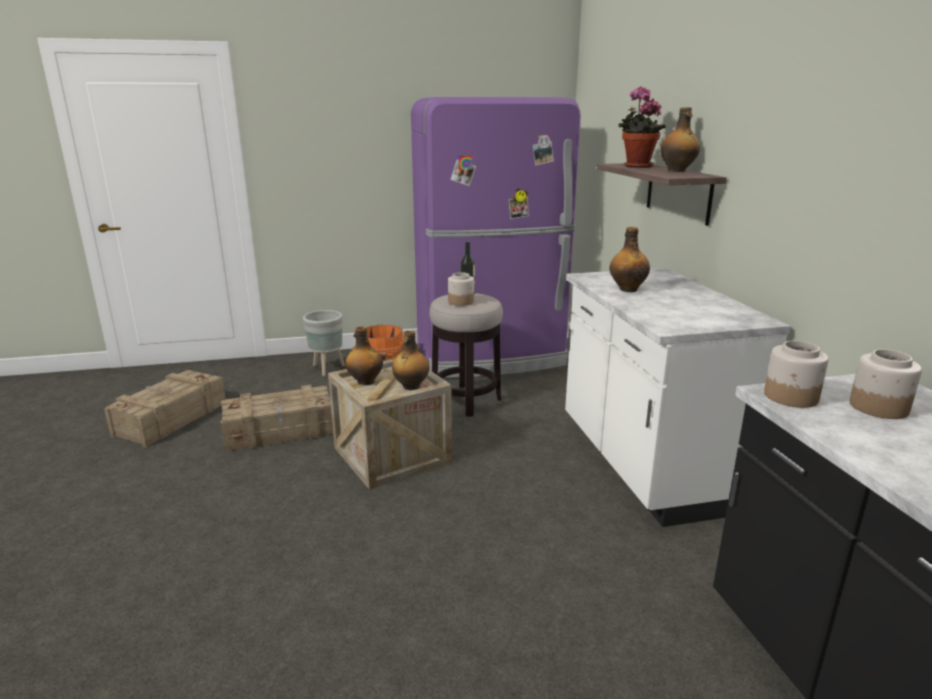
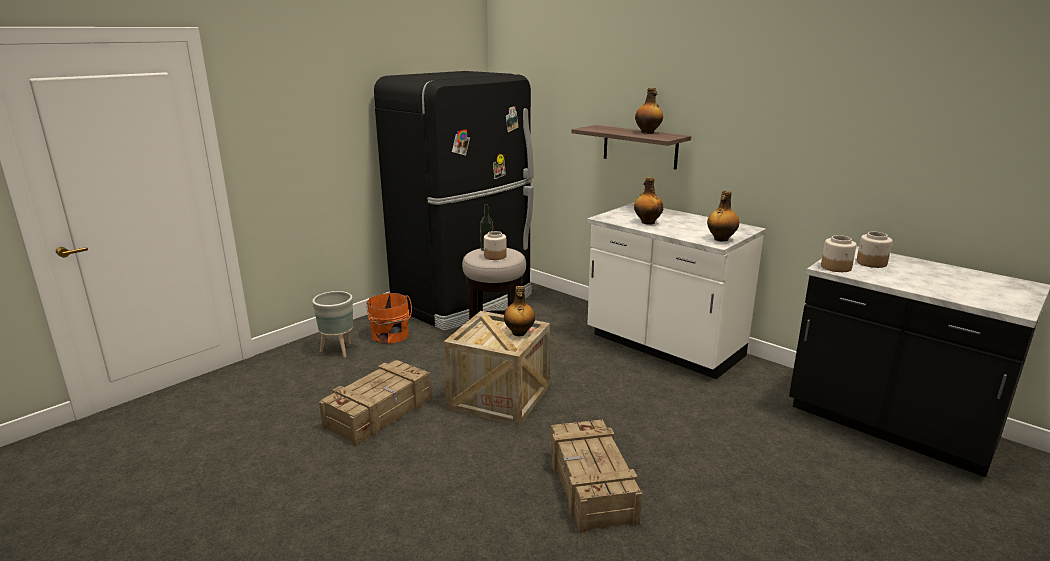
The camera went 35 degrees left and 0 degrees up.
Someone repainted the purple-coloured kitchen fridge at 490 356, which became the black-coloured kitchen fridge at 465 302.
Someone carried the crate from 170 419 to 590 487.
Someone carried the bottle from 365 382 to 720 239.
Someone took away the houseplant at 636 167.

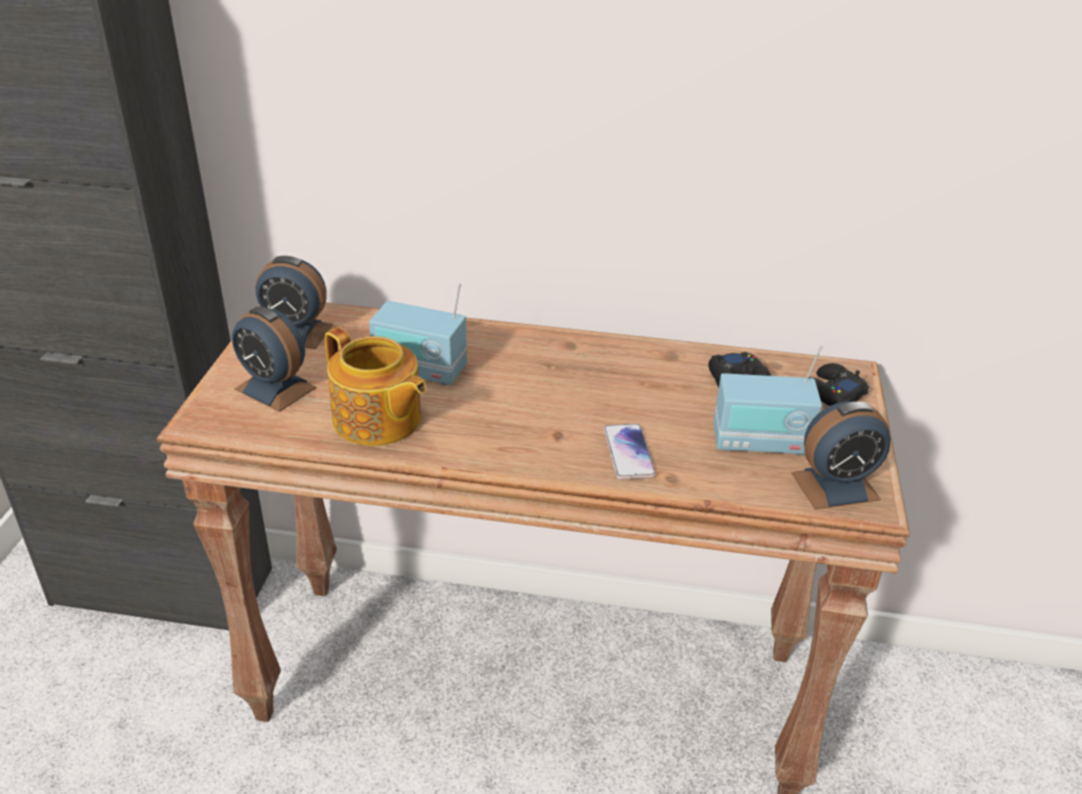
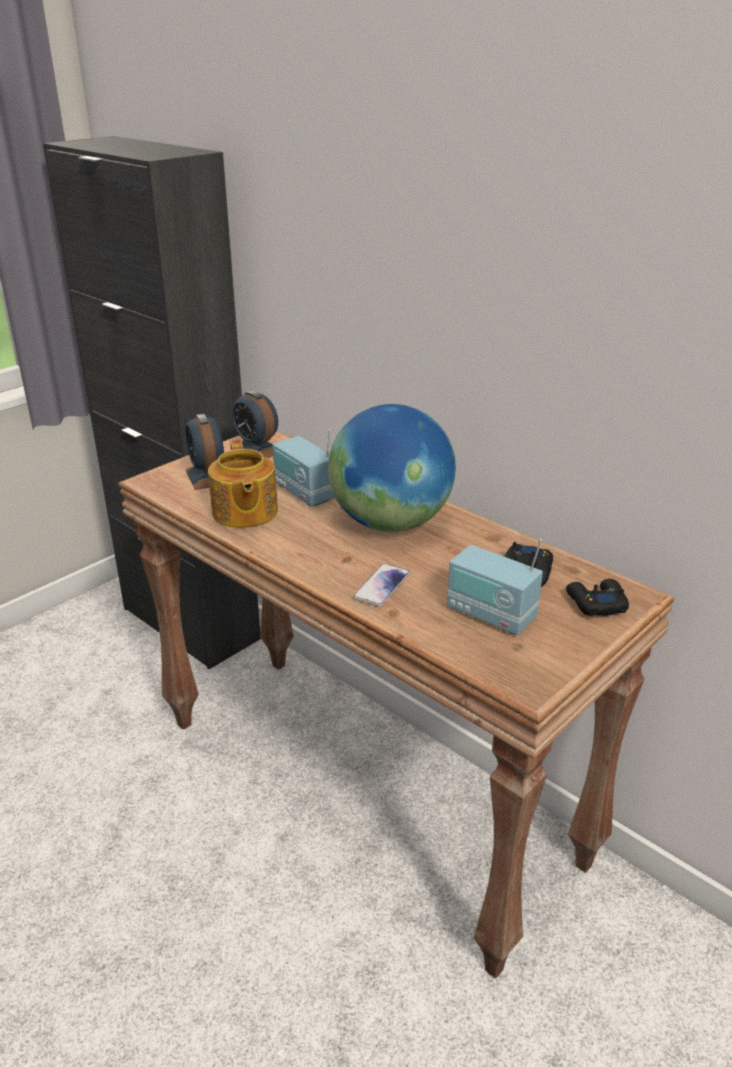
The camera went 35 degrees right and 5 degrees down.
Someone put down the world globe at 390 523.
Someone took away the table clock at 835 486.

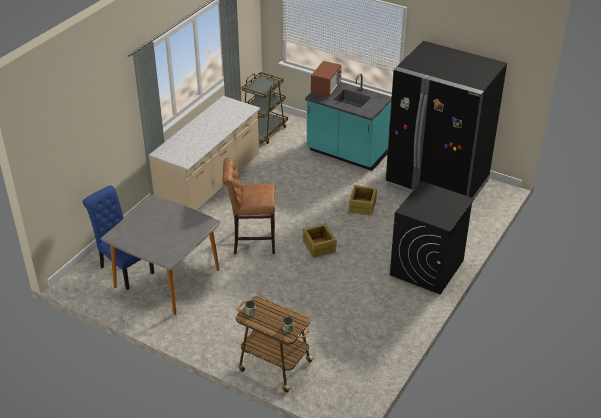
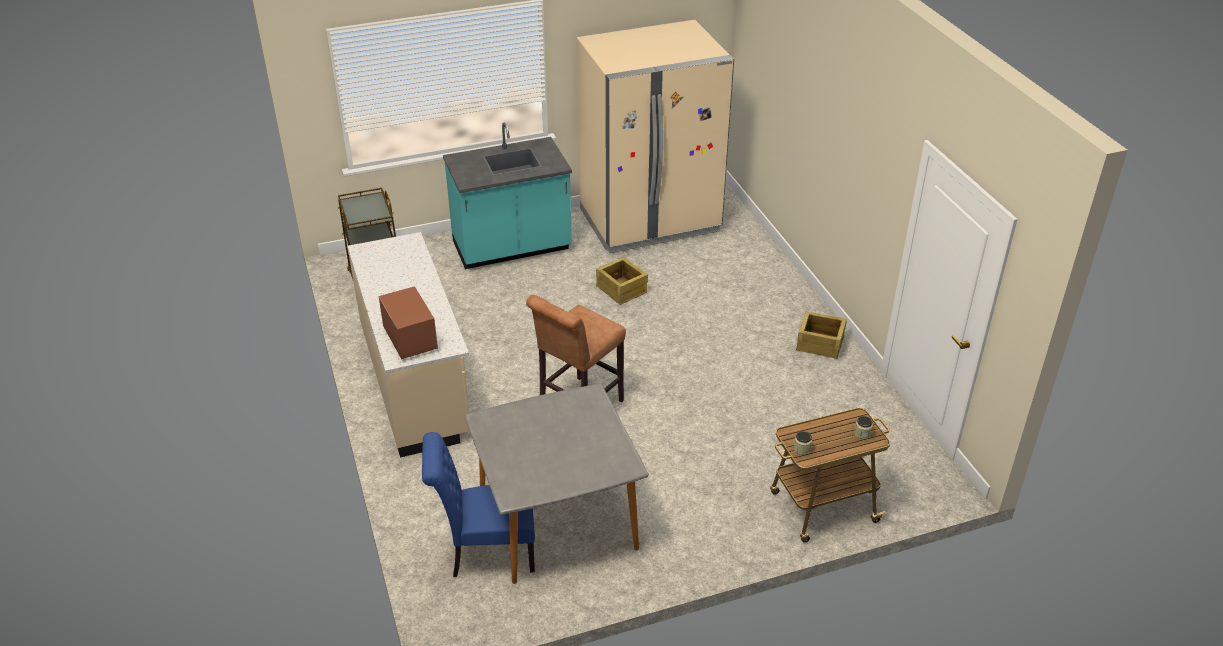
The camera went 50 degrees left and 0 degrees up.
Someone carried the kitchen microwave from 326 89 to 411 340.
Someone repainted the black-coloured kitchen fridge at 437 183, which became the beige-coloured kitchen fridge at 650 221.
Someone carried the crate from 319 247 to 820 344.
Someone took away the black-coloured laundry appliance at 427 268.

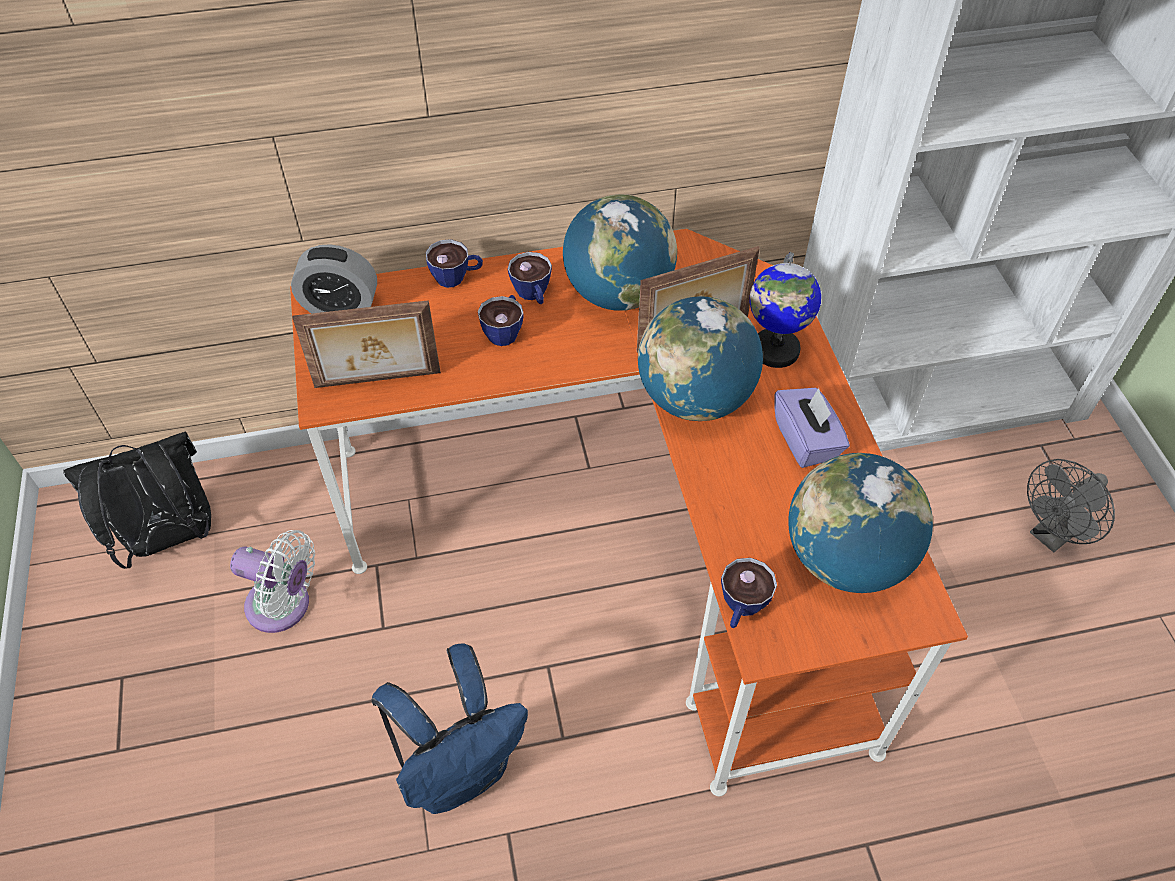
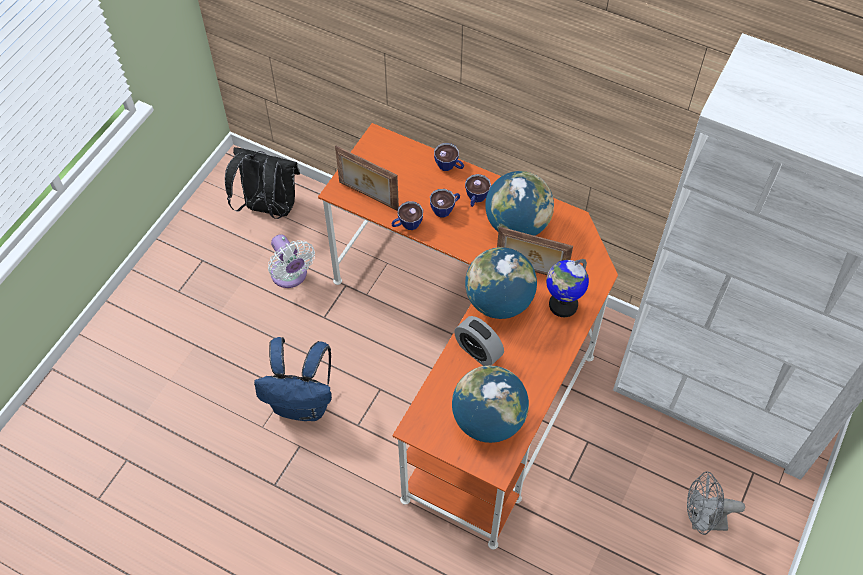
The camera went 40 degrees right and 5 degrees up.
Someone carried the small cup from 741 608 to 406 225.
Someone carried the table clock from 340 305 to 478 351.
Someone took away the purple-coloured box of tissues at 806 440.

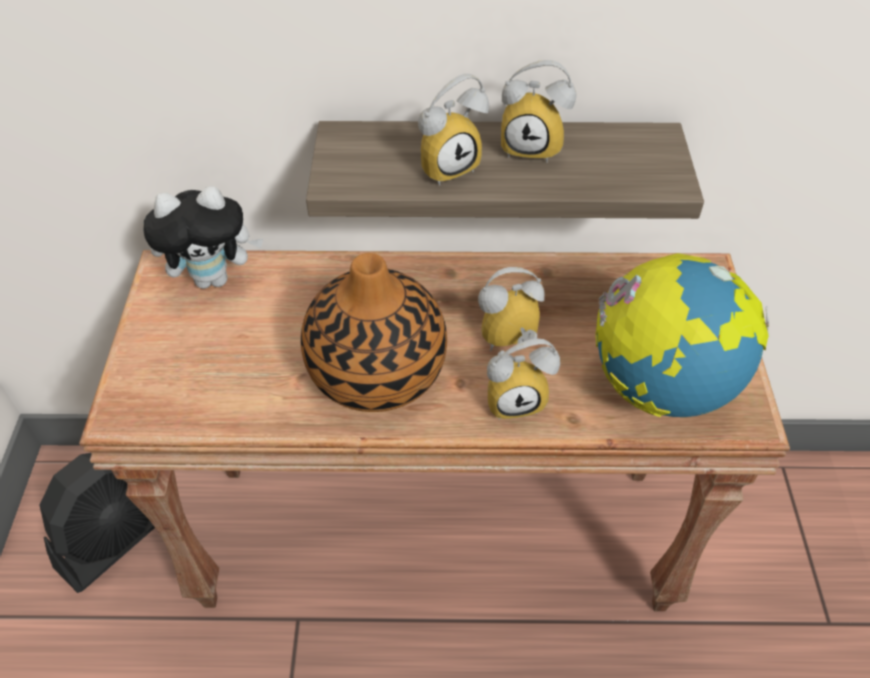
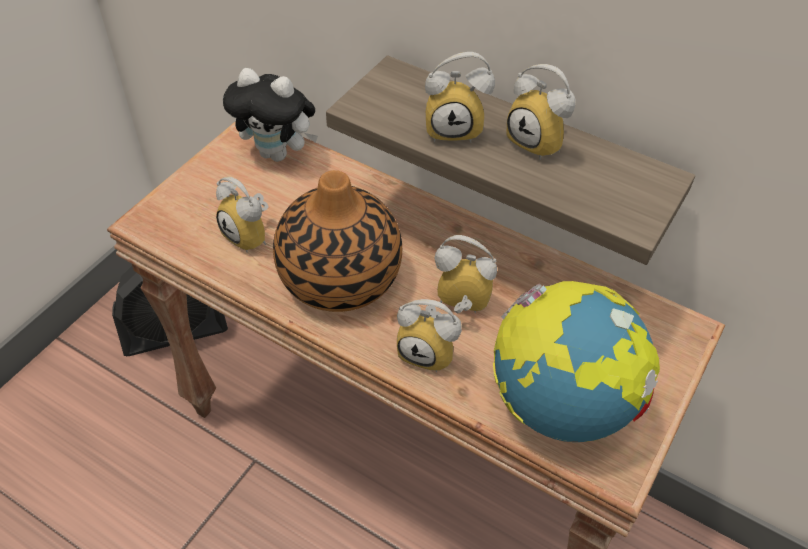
The camera went 30 degrees right and 0 degrees up.
Someone put down the table clock at 251 236.

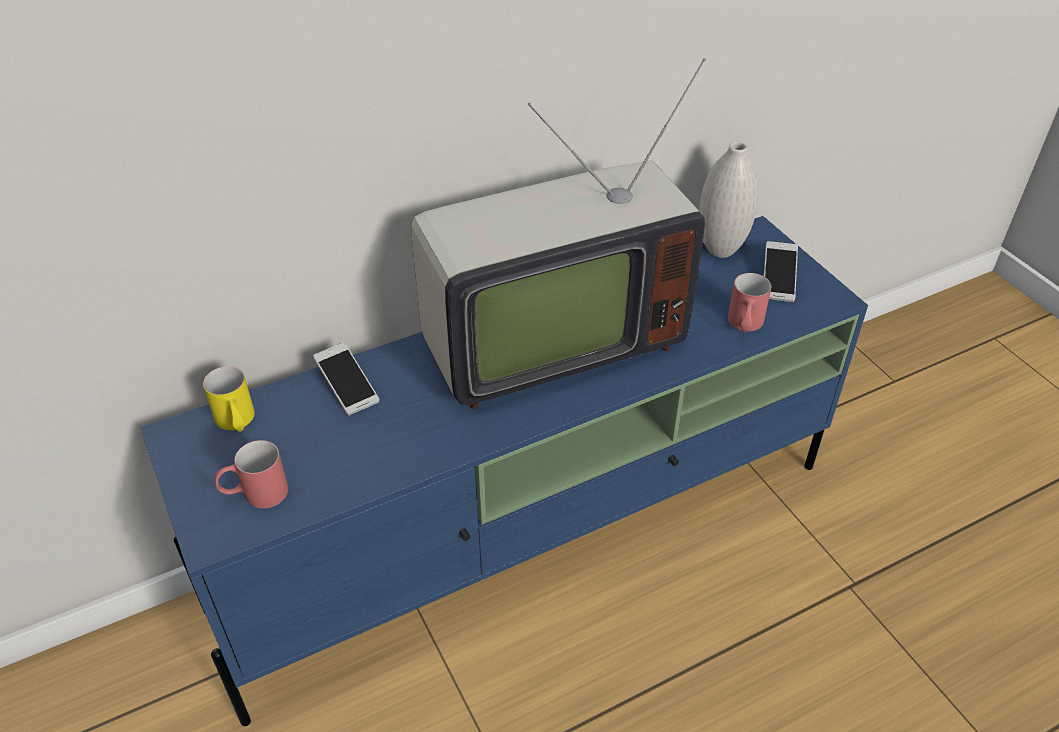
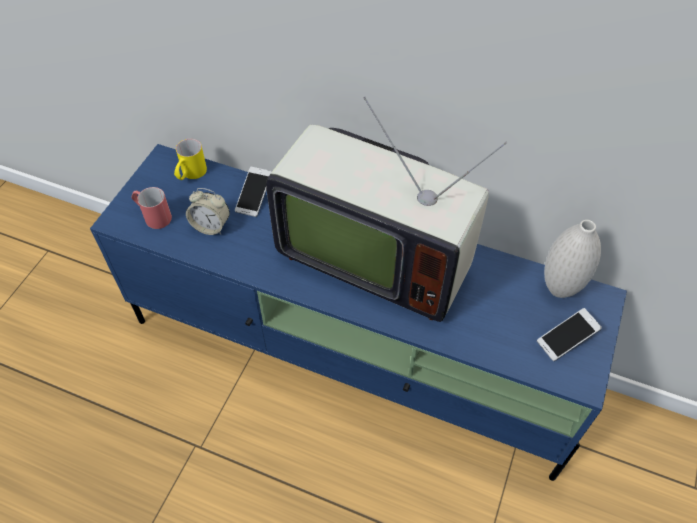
The camera went 50 degrees right and 10 degrees up.
Someone put down the table clock at 211 226.
Someone took away the red coffee mug at 744 326.

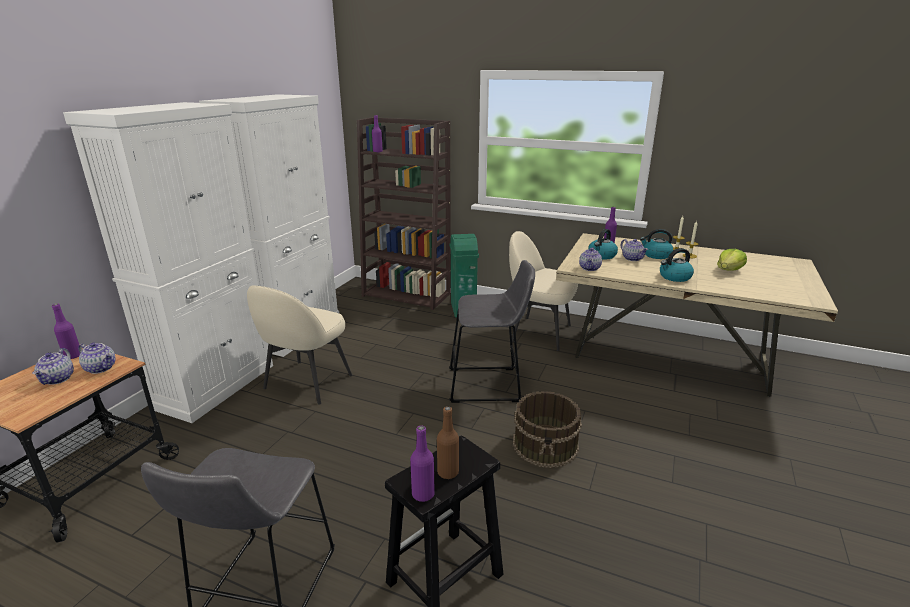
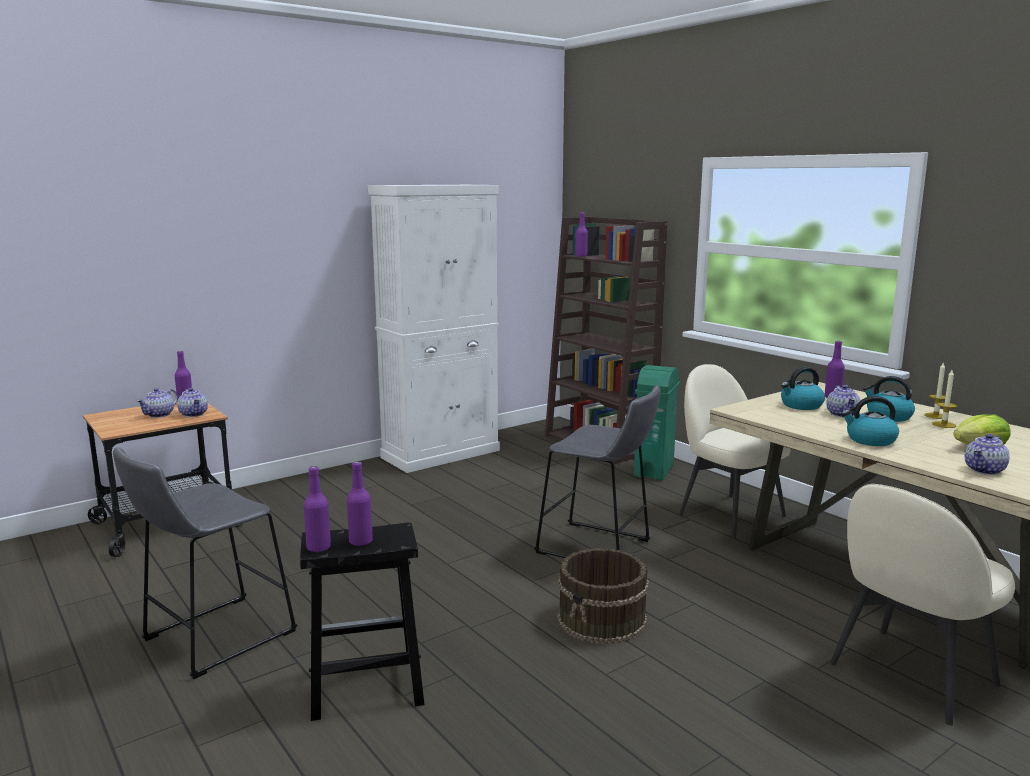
The camera went 30 degrees right and 10 degrees down.
Someone repainted the brown-coloured bottle at 448 472, which became the purple-coloured bottle at 360 541.
Someone carried the beige-coloured plain chair from 306 383 to 910 676.
Someone carried the pot for tea from 590 268 to 985 470.
Someone took away the whitish cabinet at 216 385.

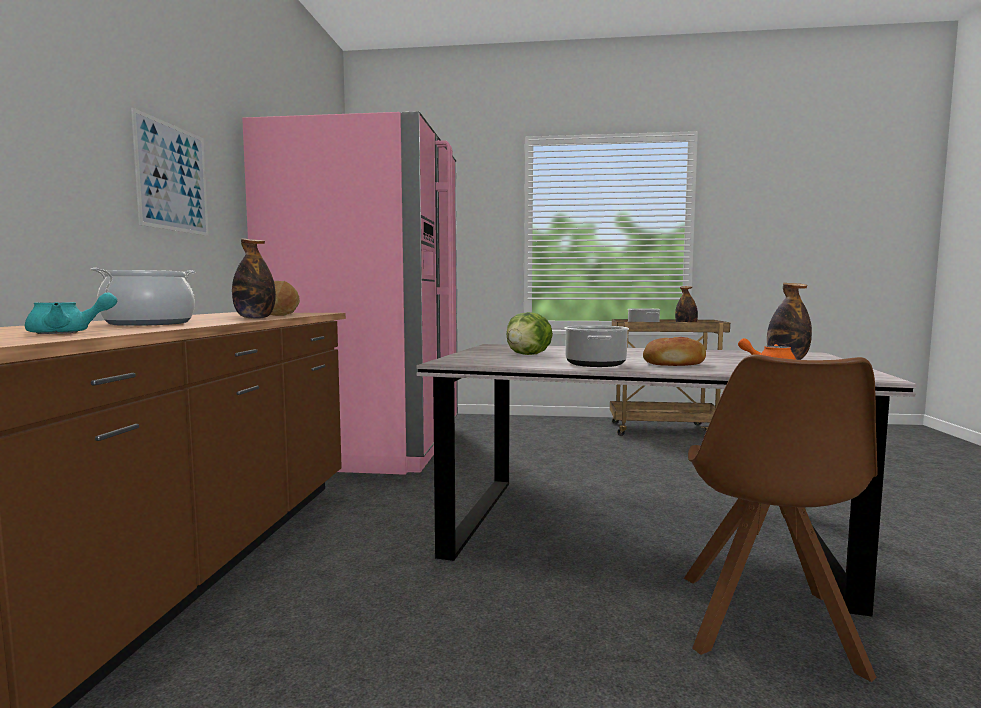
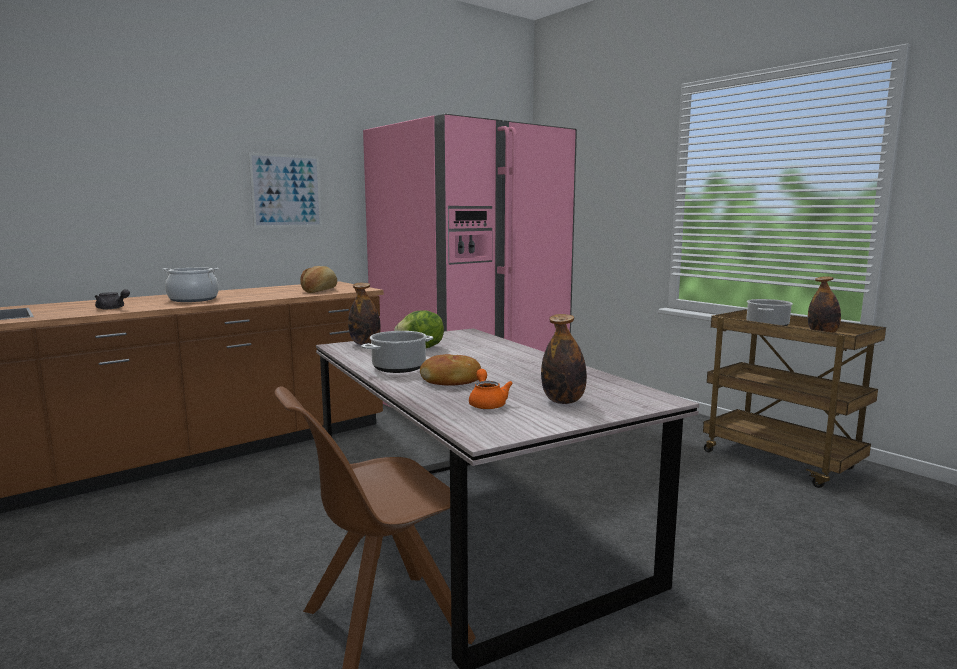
The camera went 45 degrees right and 5 degrees up.
Someone repainted the turquoise-coloured pot for tea at 68 333, which became the greyish pot for tea at 112 308.
Someone carried the bottle from 255 318 to 365 344.

